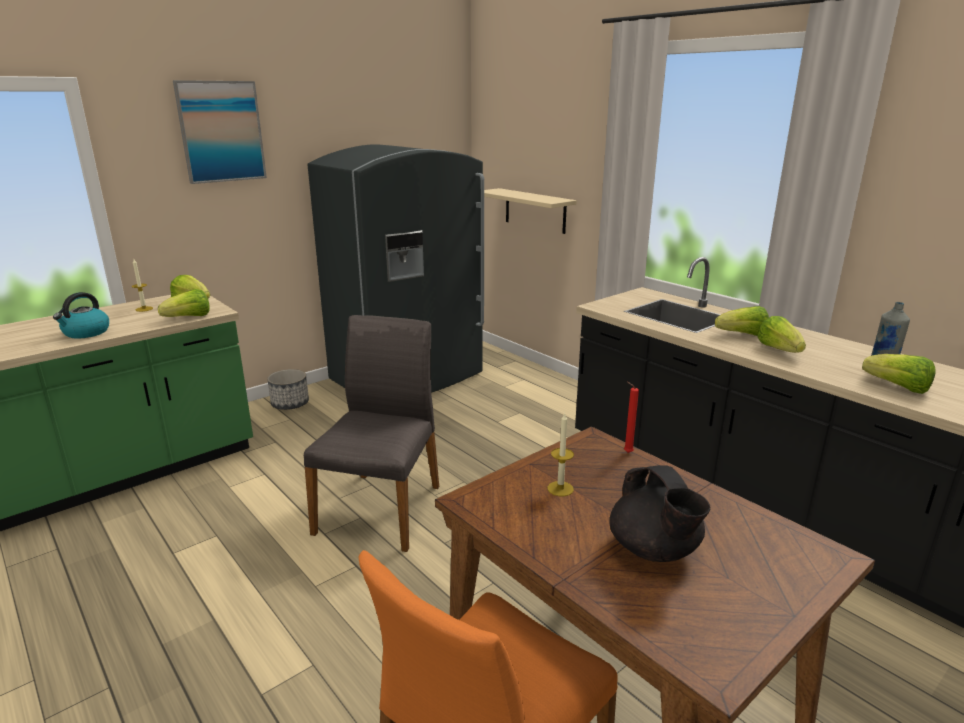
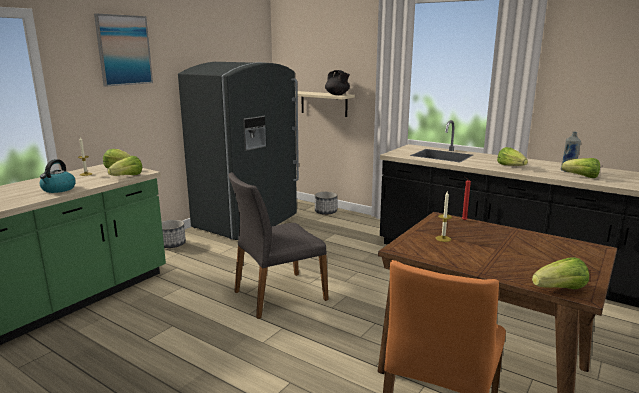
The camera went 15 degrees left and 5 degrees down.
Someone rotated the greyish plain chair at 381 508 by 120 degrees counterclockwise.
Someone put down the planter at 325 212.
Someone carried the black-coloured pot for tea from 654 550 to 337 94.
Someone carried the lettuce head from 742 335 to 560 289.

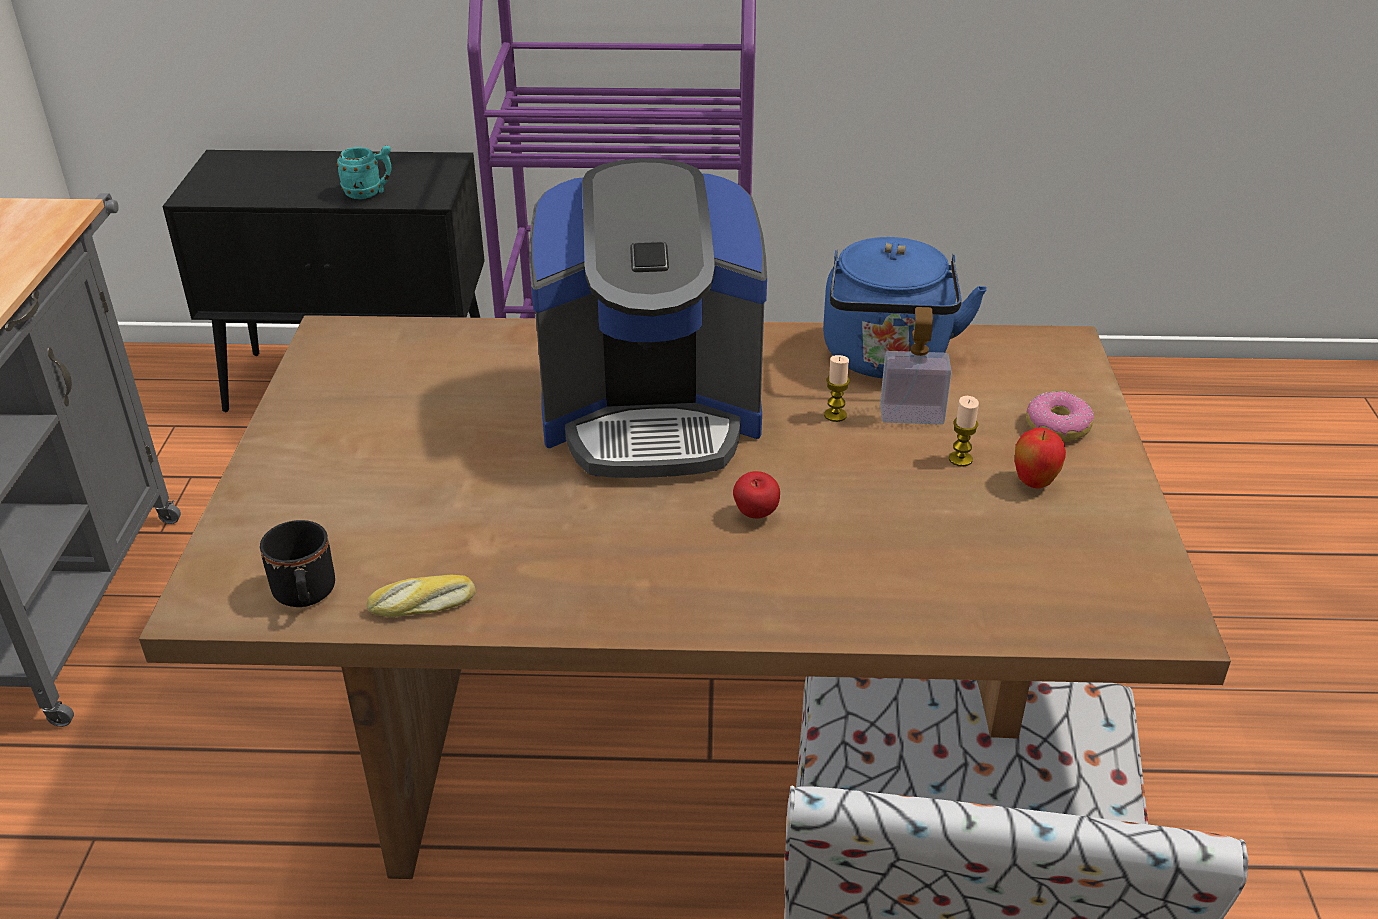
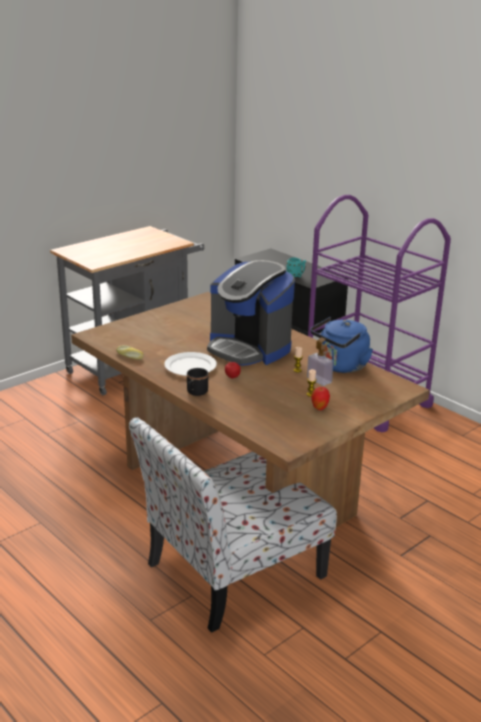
The camera went 45 degrees right and 10 degrees down.
Someone put down the whitish flat dish at 191 366.
Someone carried the black-coloured coffee mug from 305 596 to 195 393.
Someone took away the doughnut at 1057 426.

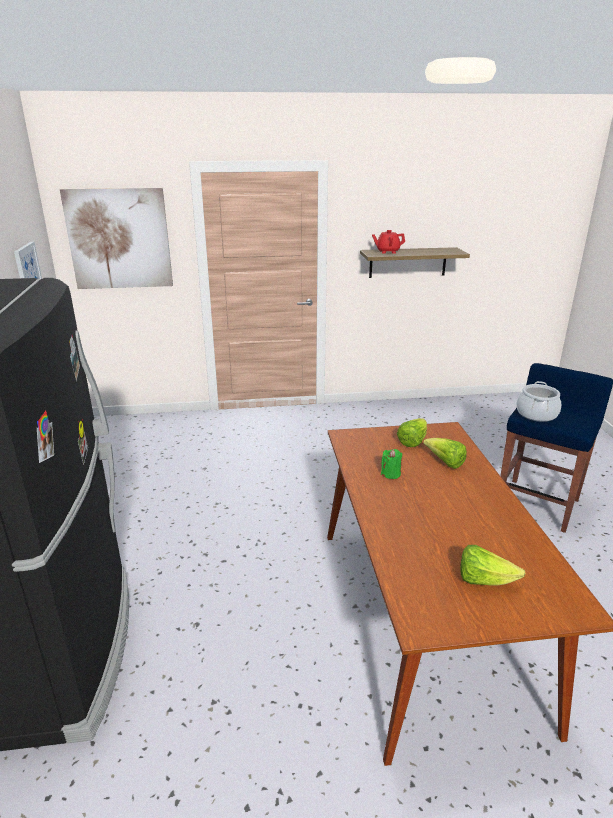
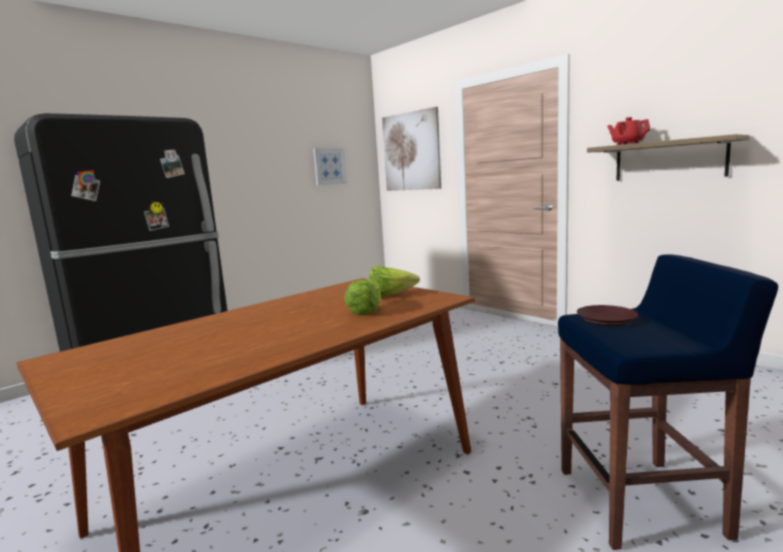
The camera went 55 degrees right and 15 degrees down.
Someone swapped the stockpot at 536 414 for the brown-coloured flat dish at 606 320.
Someone took away the greenish wax light at 391 474.
Someone took away the lettuce head at 484 580.

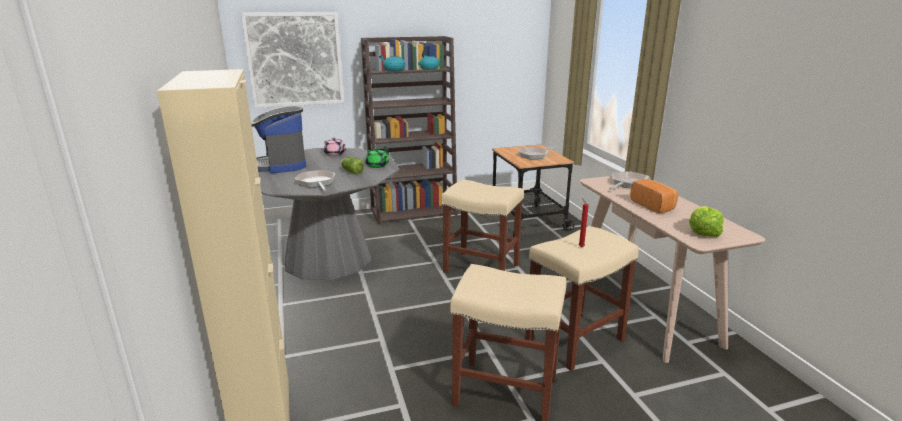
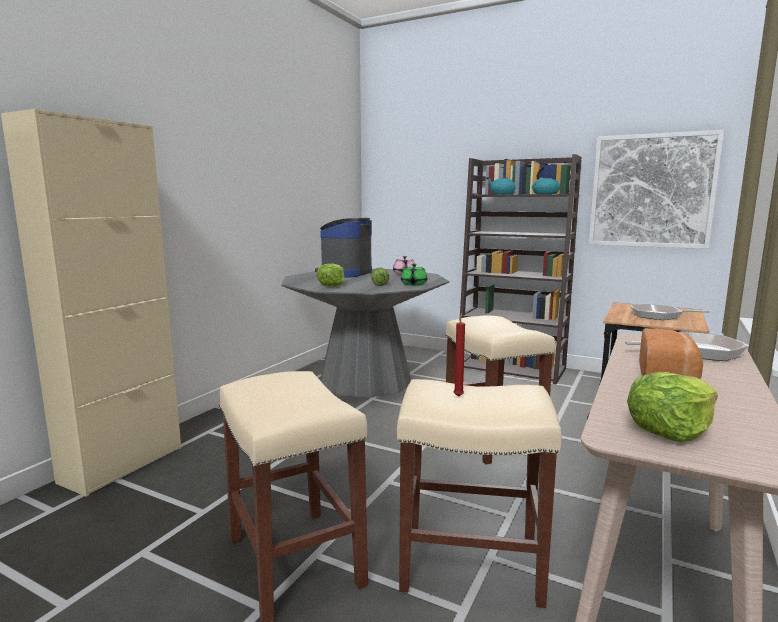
The camera went 45 degrees right and 10 degrees down.
Someone swapped the skillet at 316 183 for the lettuce head at 332 285.
Someone carried the wall art from 295 60 to 651 191.

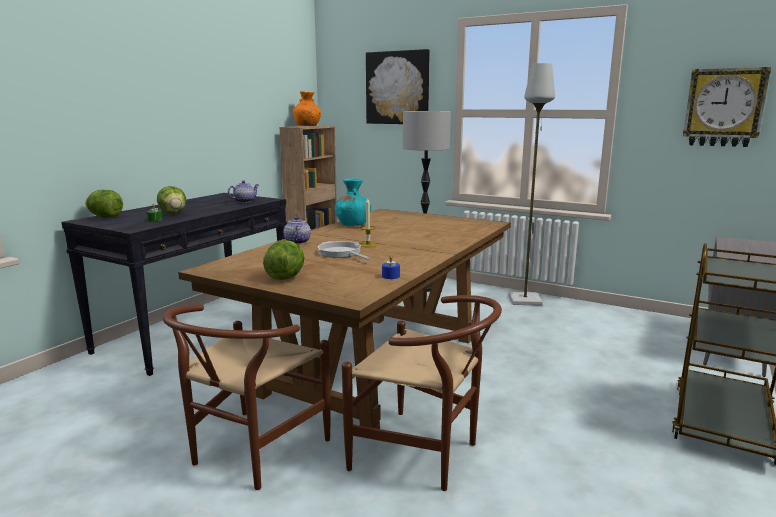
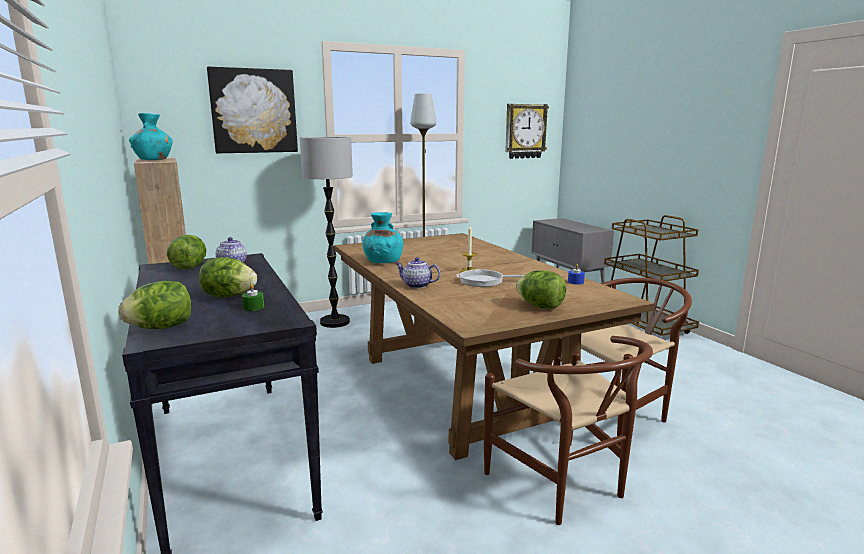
The camera went 55 degrees left and 0 degrees up.
Someone repainted the orange decorative vase at 307 126, which became the turquoise-coloured decorative vase at 154 160.
Someone put down the lettuce head at 189 267.

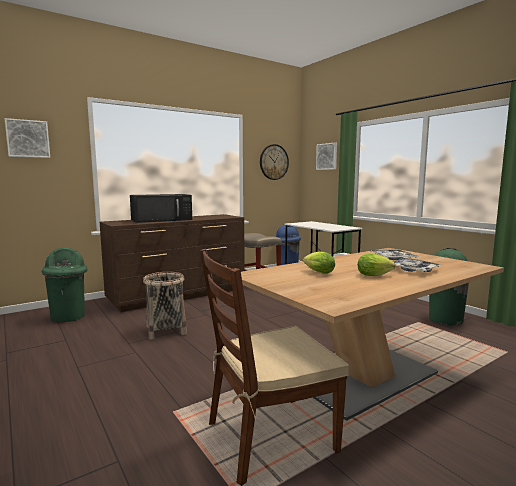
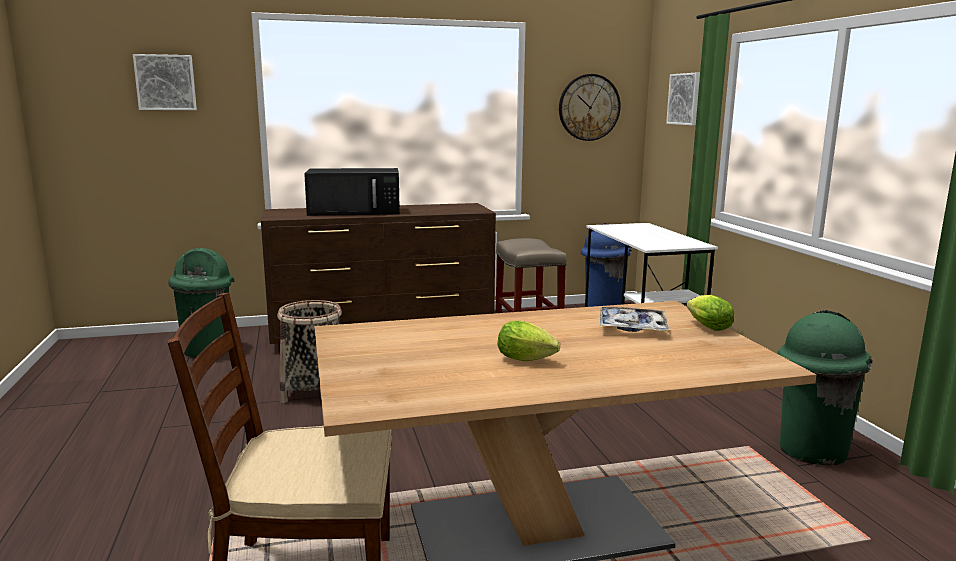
The camera went 20 degrees right and 5 degrees up.
Someone carried the lettuce head from 317 272 to 706 327.
Someone took away the tray at 413 270.

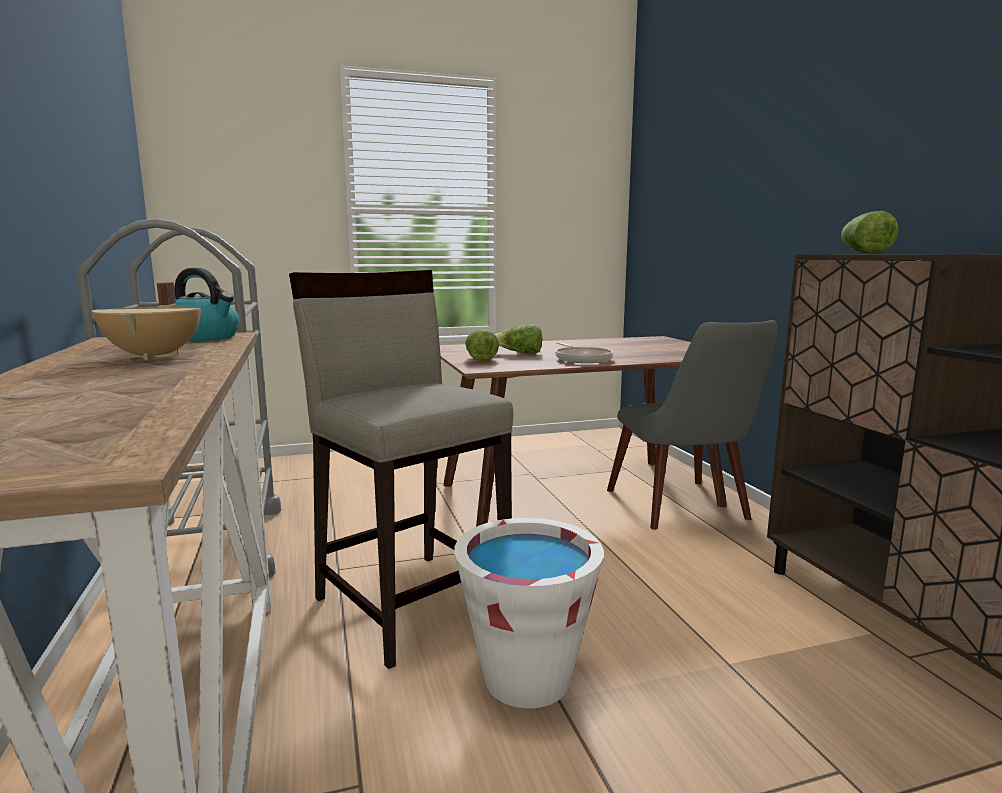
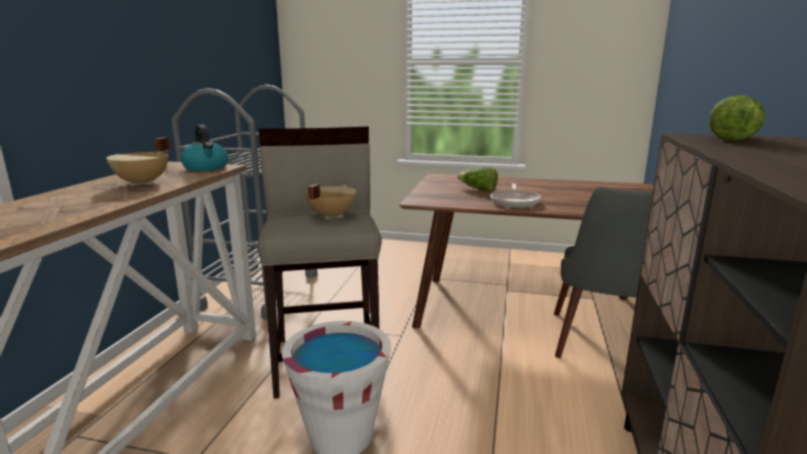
The camera went 30 degrees right and 5 degrees up.
Someone put down the beige-coloured stockpot at 331 216.
Someone took away the lettuce head at 480 358.

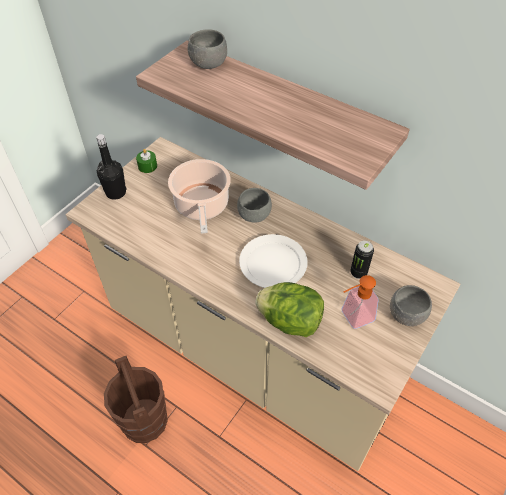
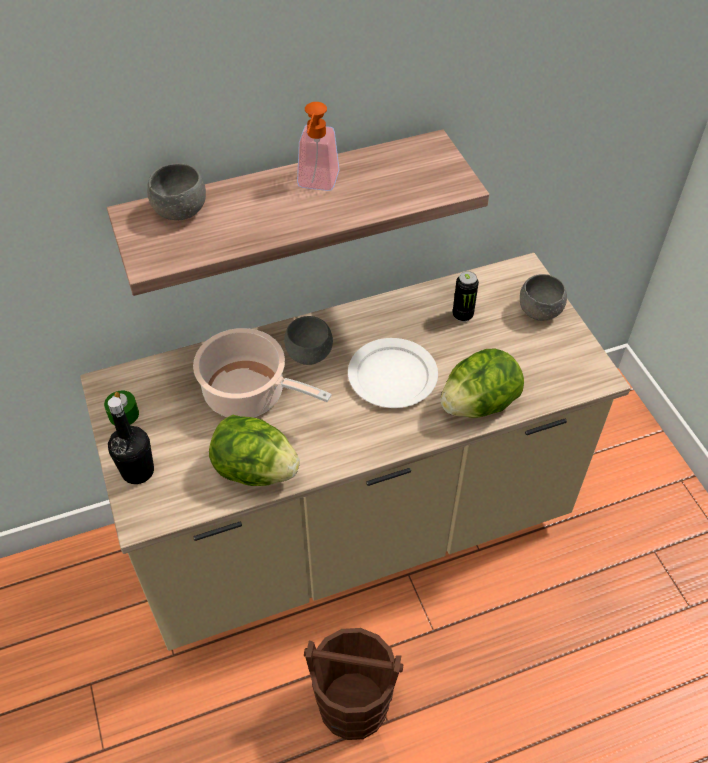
The camera went 55 degrees left and 0 degrees up.
Someone put down the lettuce head at 255 470.
Someone carried the soap dispenser from 352 318 to 316 184.

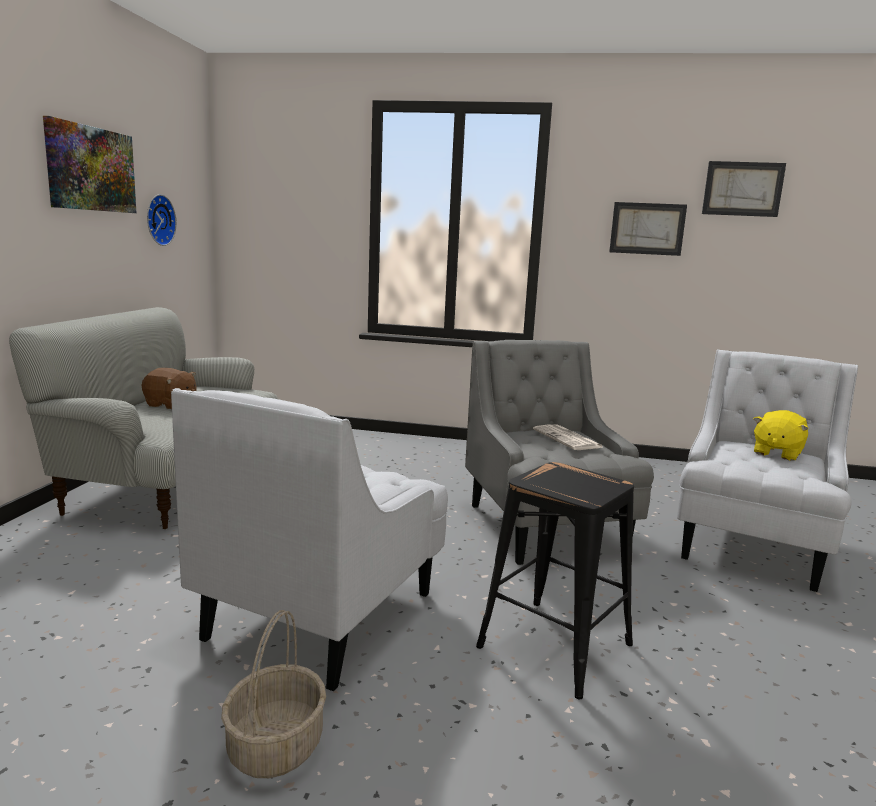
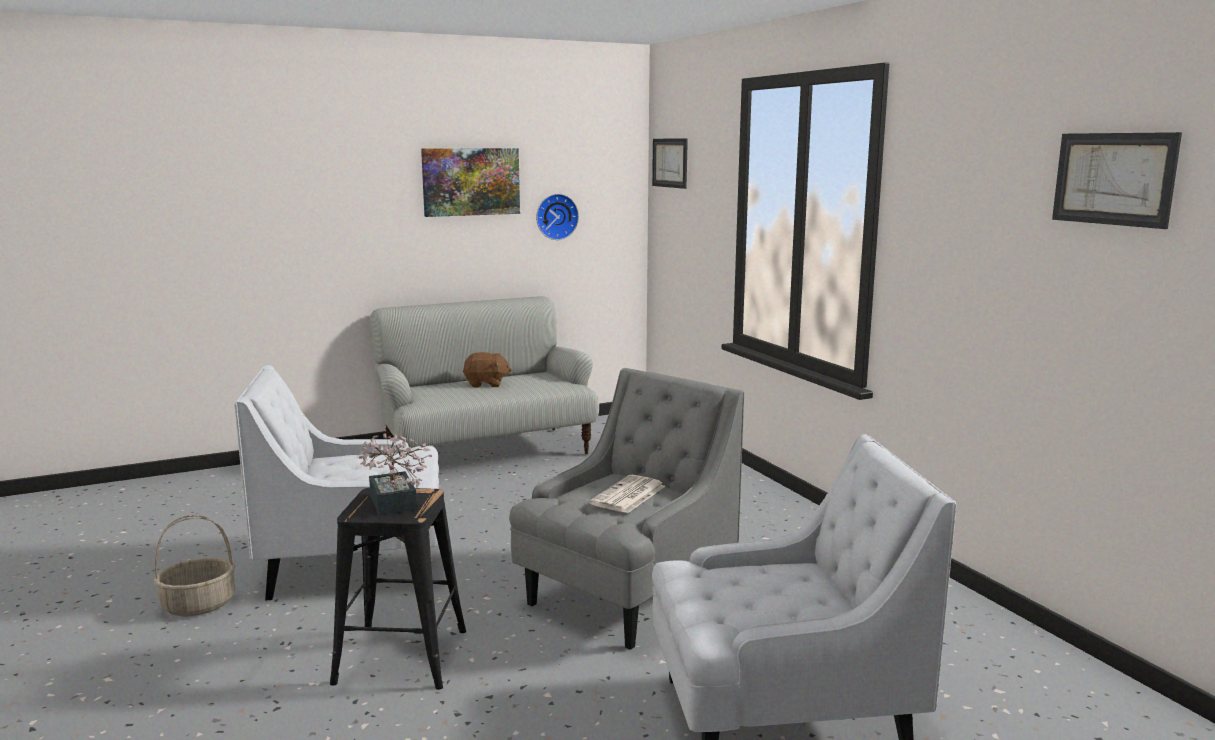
The camera went 55 degrees right and 0 degrees up.
Someone put down the houseplant at 393 505.
Someone rotated the brown-coloured soft toy at 171 405 by 75 degrees counterclockwise.
Someone carried the wall art from 647 228 to 670 163.
Someone took away the yellow-coloured soft toy at 776 453.

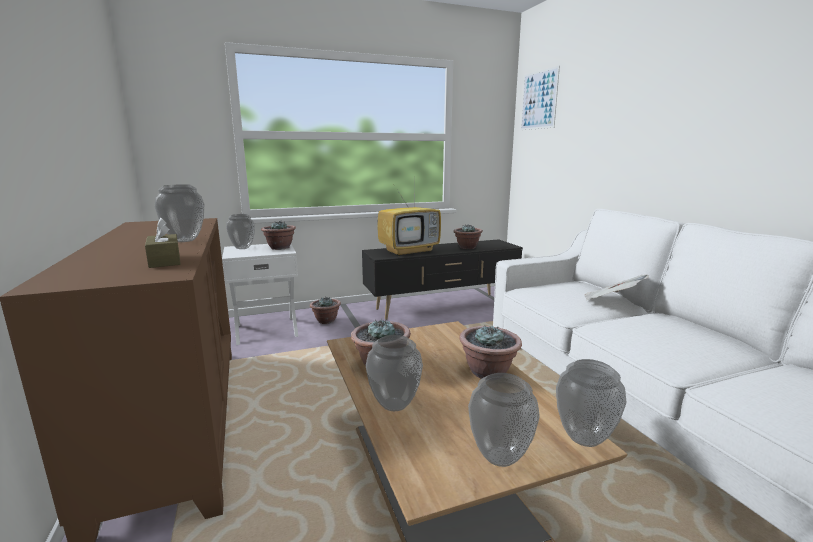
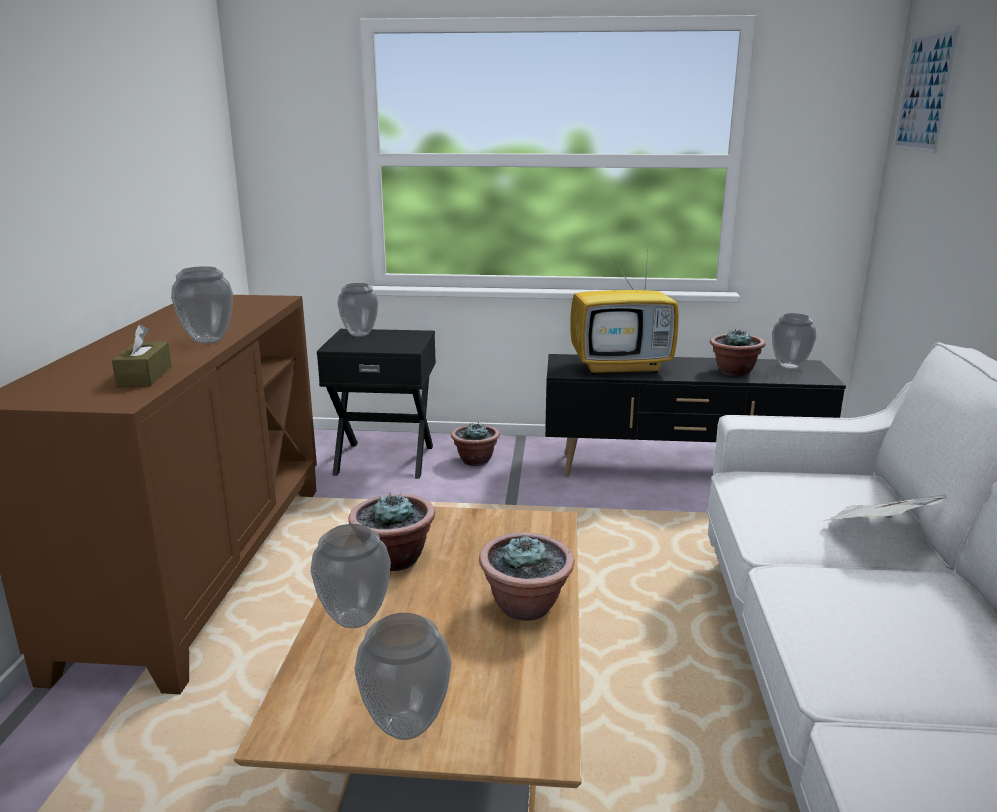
The camera went 25 degrees right and 5 degrees up.
Someone repainted the whitish nightstand at 266 329, which became the black-coloured nightstand at 385 459.
Someone carried the decorative vase from 585 438 to 790 366.
Someone took away the houseplant at 280 248.

